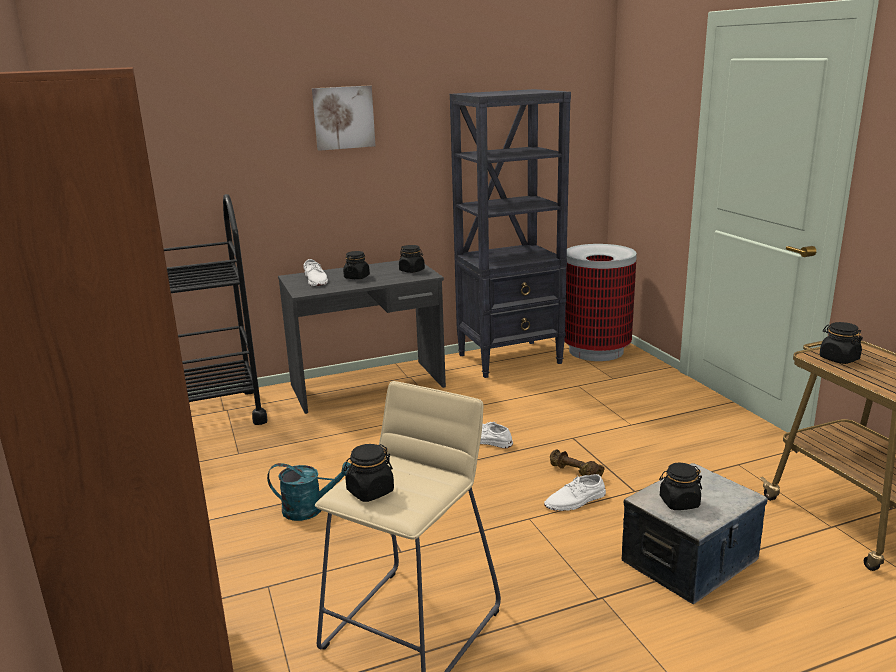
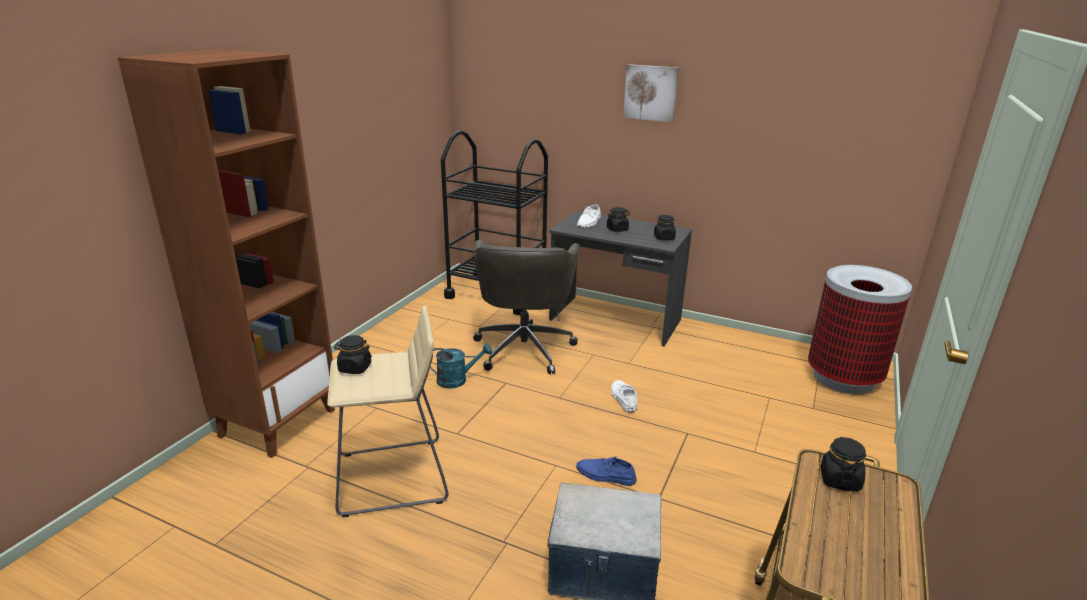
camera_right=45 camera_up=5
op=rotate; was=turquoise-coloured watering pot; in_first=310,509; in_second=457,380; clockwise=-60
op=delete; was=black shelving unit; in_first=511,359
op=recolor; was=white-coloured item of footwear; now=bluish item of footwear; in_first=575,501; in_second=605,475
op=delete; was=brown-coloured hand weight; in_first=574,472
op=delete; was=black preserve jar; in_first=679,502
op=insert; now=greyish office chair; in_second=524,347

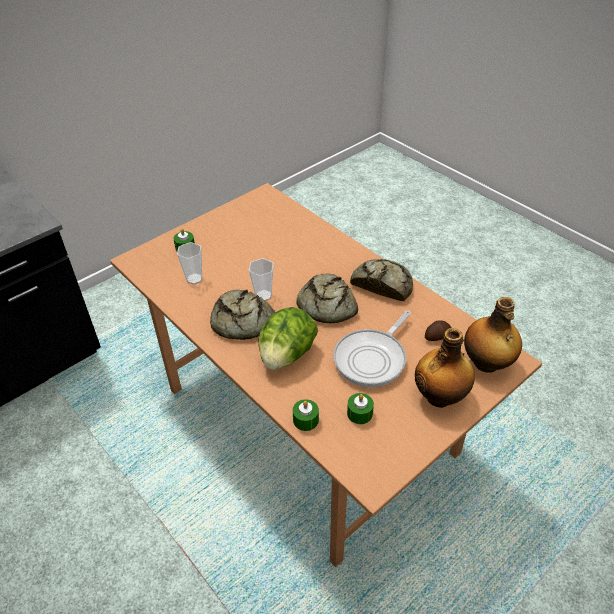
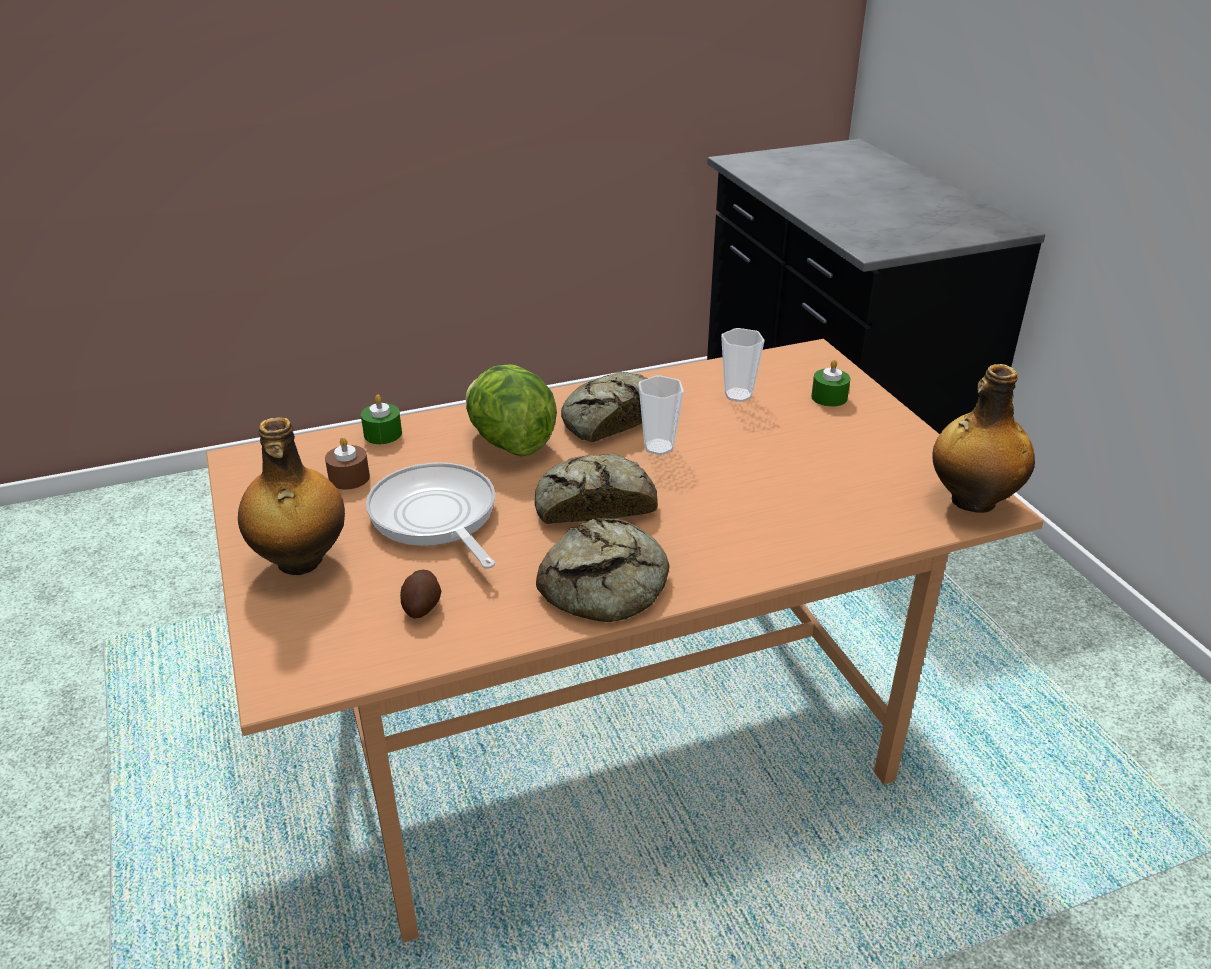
camera_right=110 camera_up=-10
op=recolor; was=greenish wax candle; now=brown-coloured wax candle; in_first=359,413; in_second=349,478
op=move; was=beverage bottle; in_first=486,364; in_second=971,501

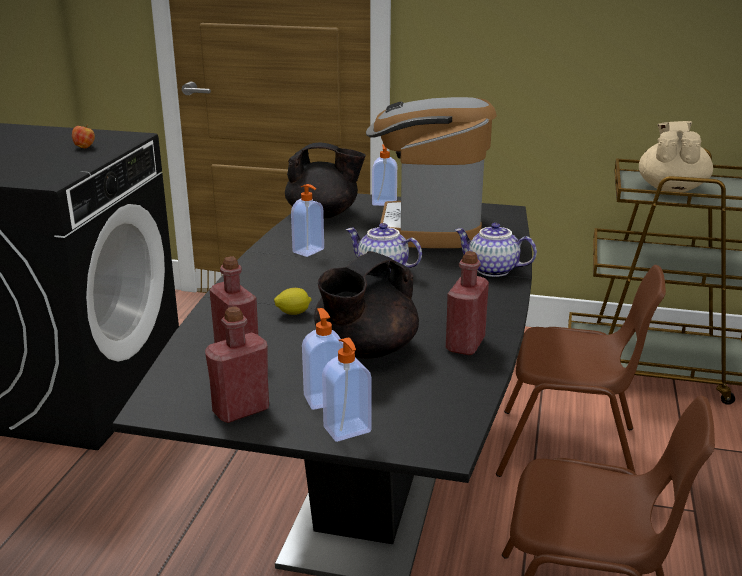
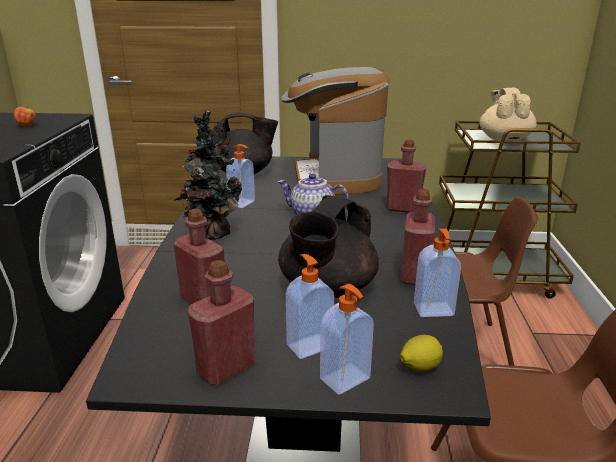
camera_right=-10 camera_up=0
op=move; was=citrus fruit; in_first=293,313; in_second=419,367
op=move; was=liquid soap bottle; in_first=384,203; in_second=434,310
op=replace; was=pot for tea; now=red beverage bottle; in_first=492,270; in_second=403,208
op=insert; now=houseplant; in_second=211,234

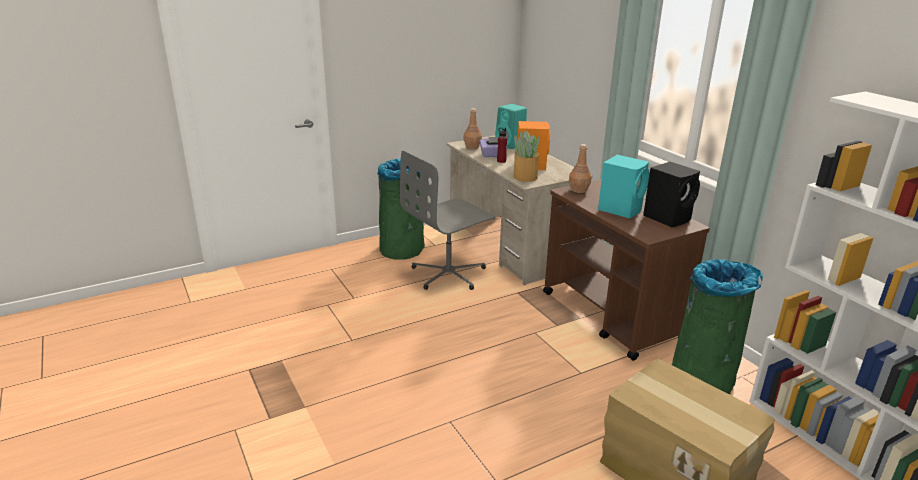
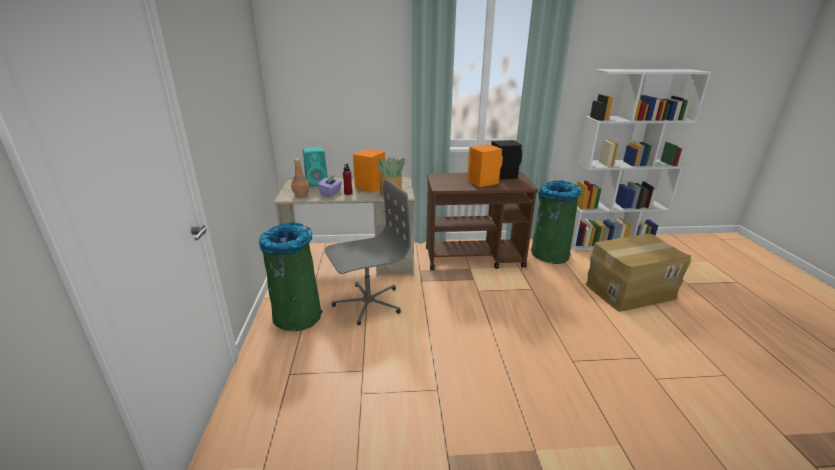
camera_right=-65 camera_up=0
op=rotate; was=greyish office chair; in_first=449,274; in_second=368,303; clockwise=-105
op=delete; was=brown-coloured beverage bottle; in_first=578,190
op=recolor; was=turquoise-coloured loudspeaker; now=orange-coloured loudspeaker; in_first=621,209; in_second=482,182

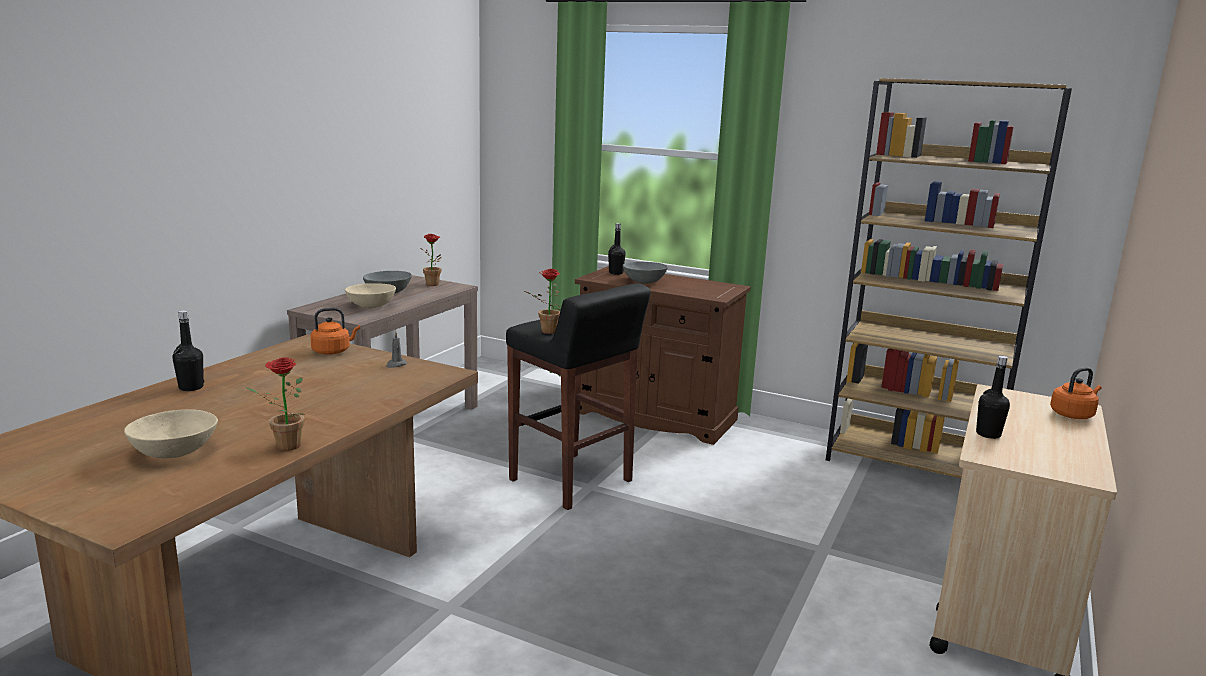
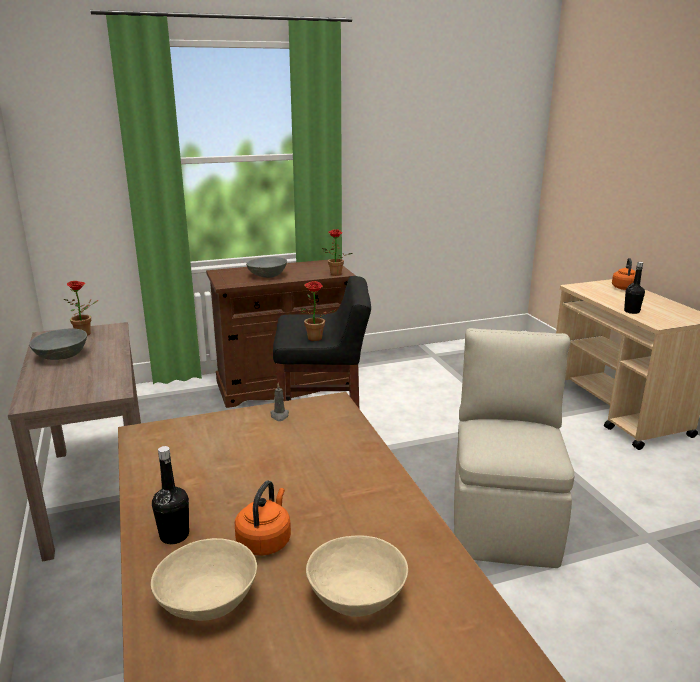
camera_right=-45 camera_up=5
op=move; was=houseplant; in_first=283,446; in_second=334,275
op=move; was=orange-coloured tea kettle; in_first=333,351; in_second=265,541
op=move; was=sand-coloured deep dish; in_first=371,305; in_second=209,599
op=delete; was=black beverage bottle; in_first=616,273
op=delete; was=brown-coloured shelving unit; in_first=912,463
op=insert; now=sand-coloured chair; in_second=503,519

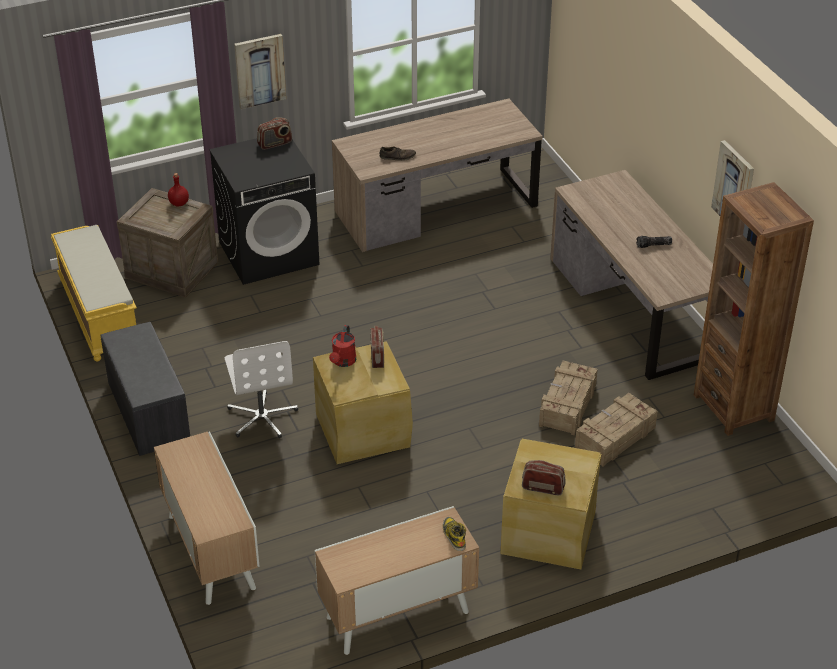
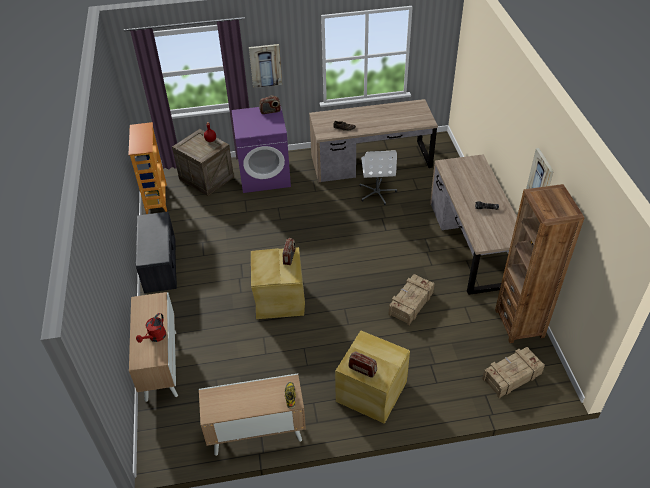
camera_right=15 camera_up=5
op=replace; was=yellowish bench; now=shelving unit; in_first=98,313; in_second=156,199
op=recolor; was=black laundry machine; now=purple-coloured laundry machine; in_first=269,253; in_second=265,175
op=move; was=white-coloured office chair; in_first=262,416; in_second=377,192
op=move; was=red watering pot; in_first=343,362; in_second=155,337
op=move; was=packing crate; in_first=614,437; in_second=511,376

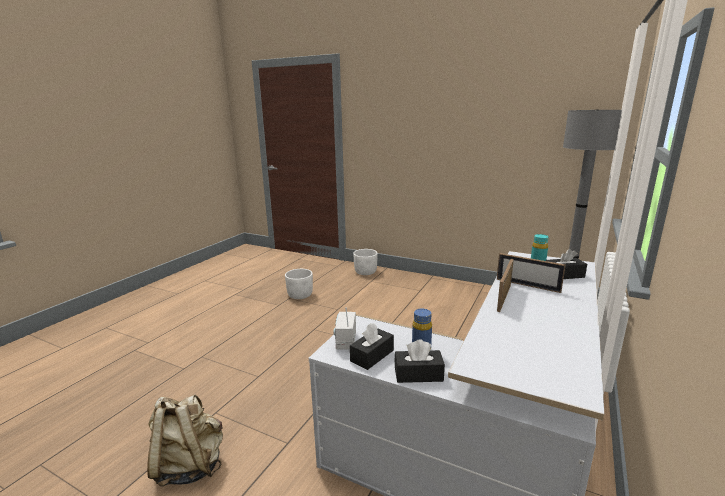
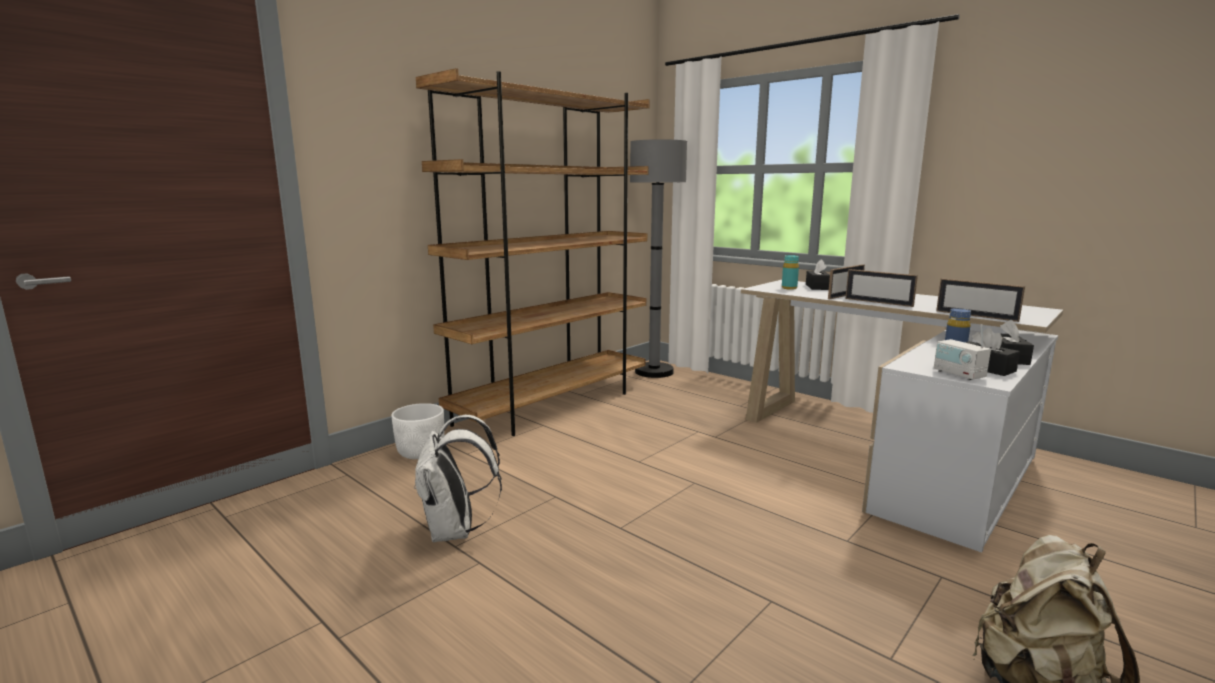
camera_right=-75 camera_up=-5
op=replace; was=white-coloured plant pot; now=white-coloured rucksack; in_first=300,295; in_second=455,531
op=rotate; was=radio receiver; in_first=345,341; in_second=958,374; clockwise=45
op=insert; now=brown-coloured shelving unit; in_second=553,405
op=insert; now=photo frame; in_second=976,316

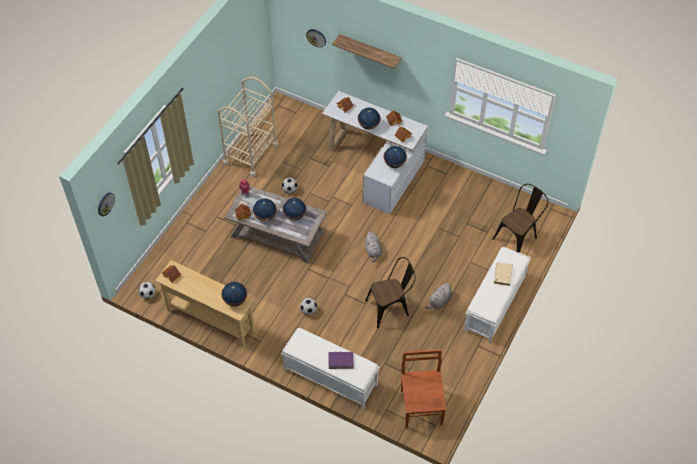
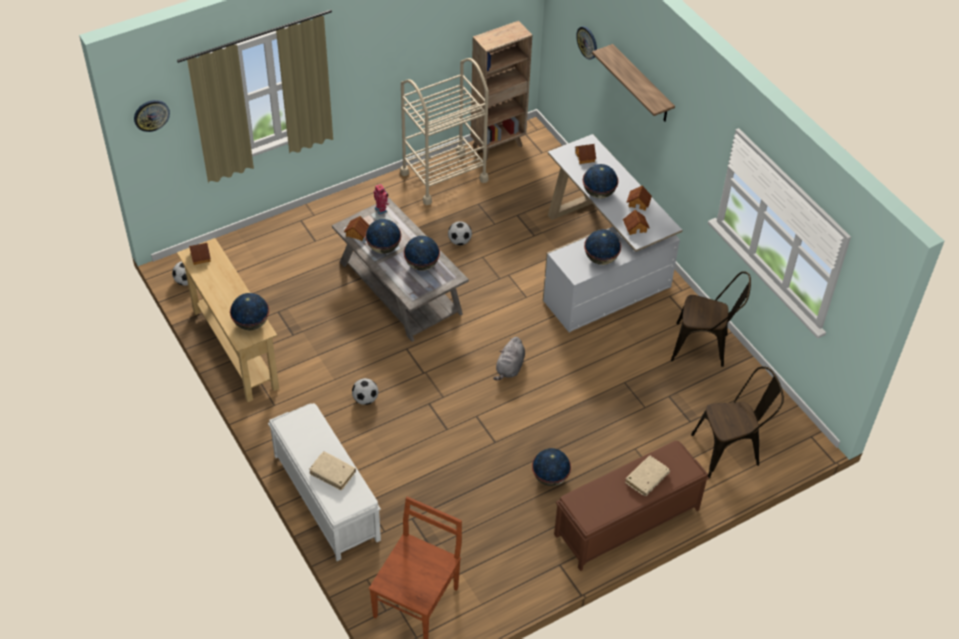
camera_right=30 camera_up=-5
op=recolor; was=purple-coloured book; now=sand-coloured book; in_first=341,361; in_second=332,473
op=move; was=brown-coloured chair; in_first=390,308; in_second=705,346
op=replace; was=greyish cuddly toy; now=desk globe; in_first=439,301; in_second=550,478
op=recolor; was=white-coloured bench; now=brown-coloured bench; in_first=494,304; in_second=626,522
op=insert; now=brown-coloured shelving unit; in_second=498,145

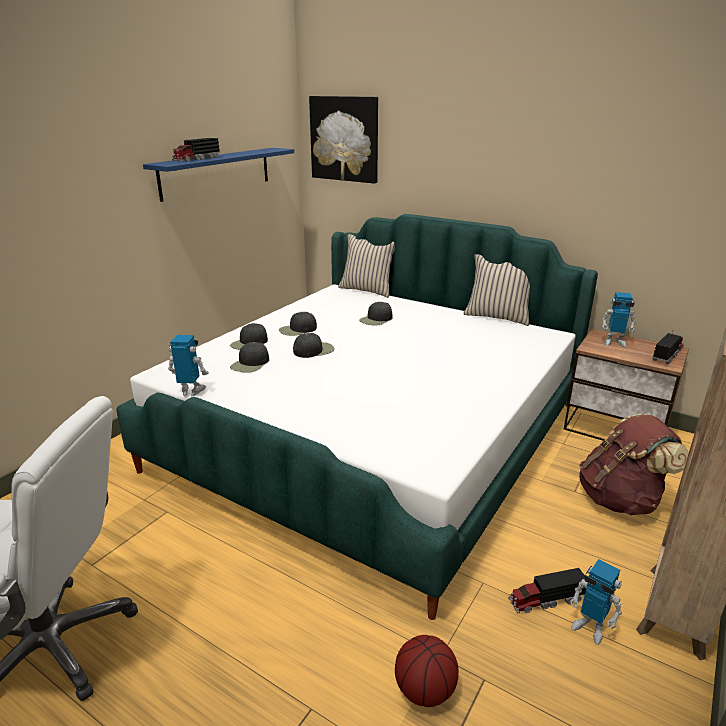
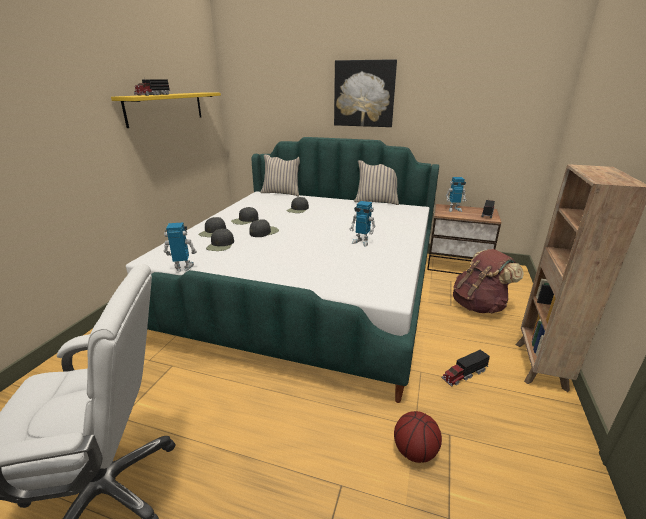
camera_right=-15 camera_up=0
op=recolor; was=bluish wall shelf; now=yellowish wall shelf; in_first=216,172; in_second=166,108
op=move; was=picture; in_first=344,139; in_second=364,94
op=move; was=model robot; in_first=590,627; in_second=361,242

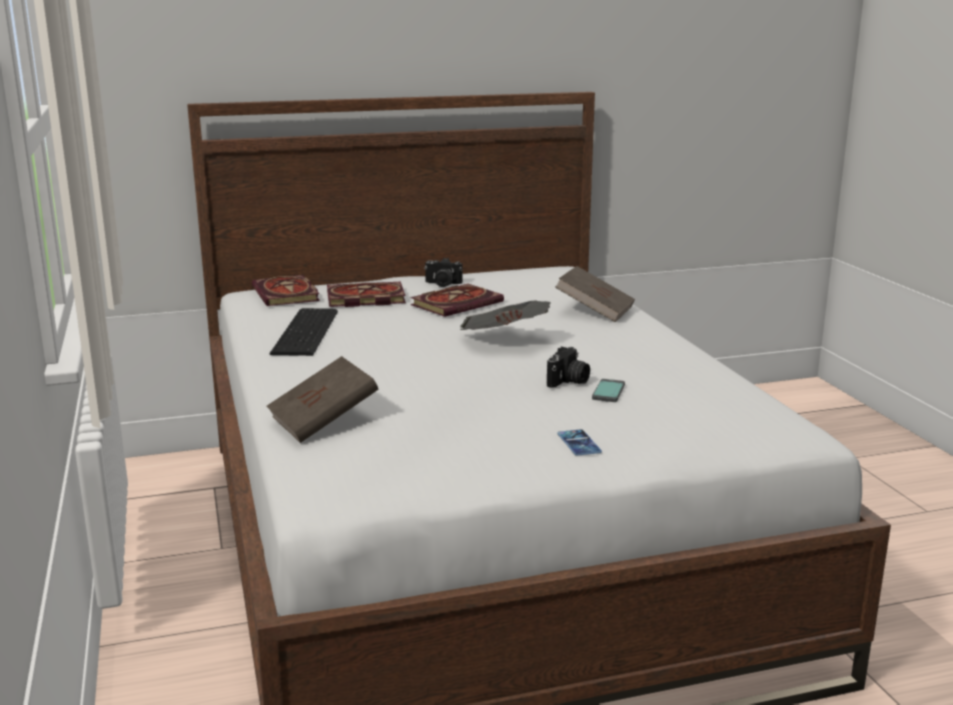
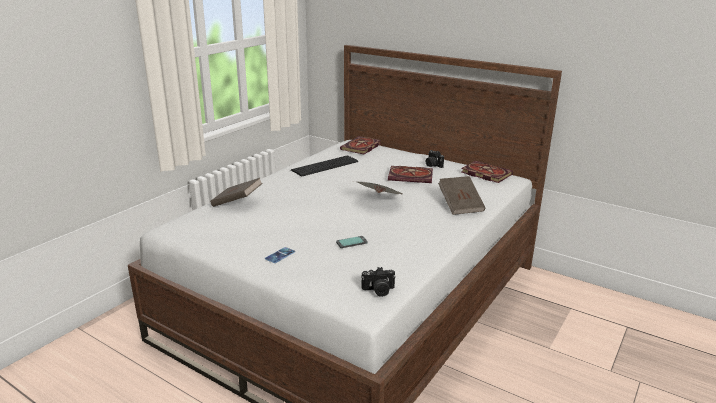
camera_right=50 camera_up=5
op=move; was=book; in_first=363,298; in_second=485,173
op=move; was=photo camera; in_first=568,381; in_second=378,291

